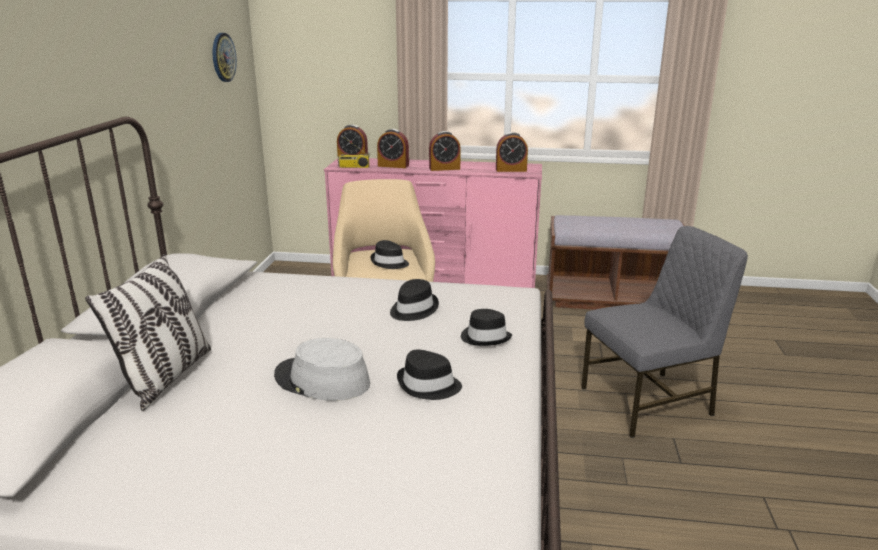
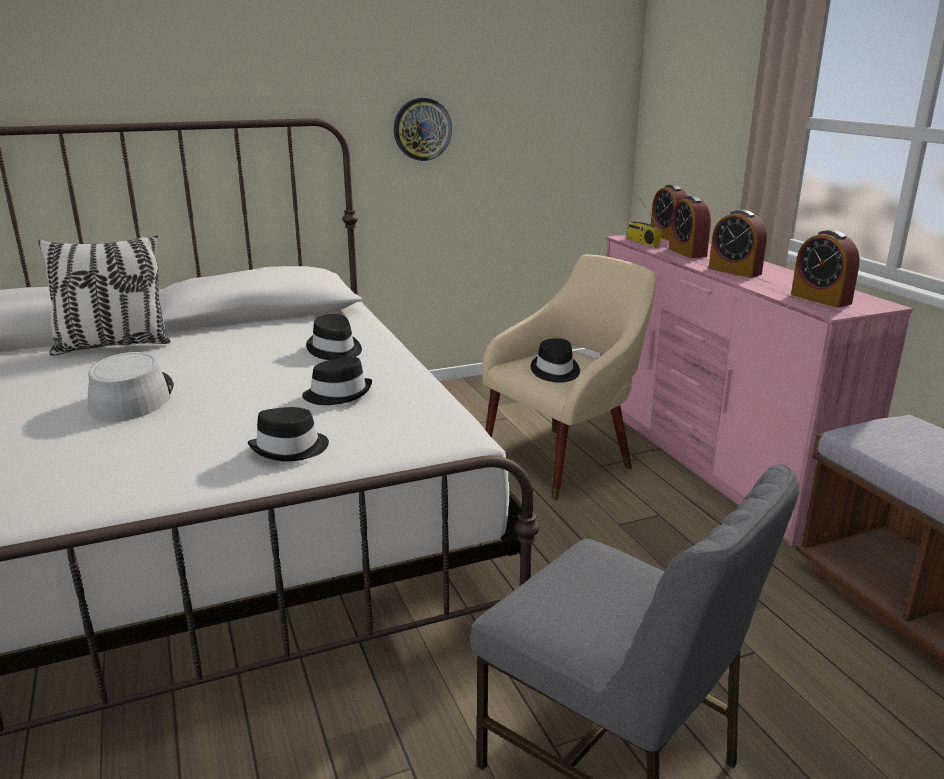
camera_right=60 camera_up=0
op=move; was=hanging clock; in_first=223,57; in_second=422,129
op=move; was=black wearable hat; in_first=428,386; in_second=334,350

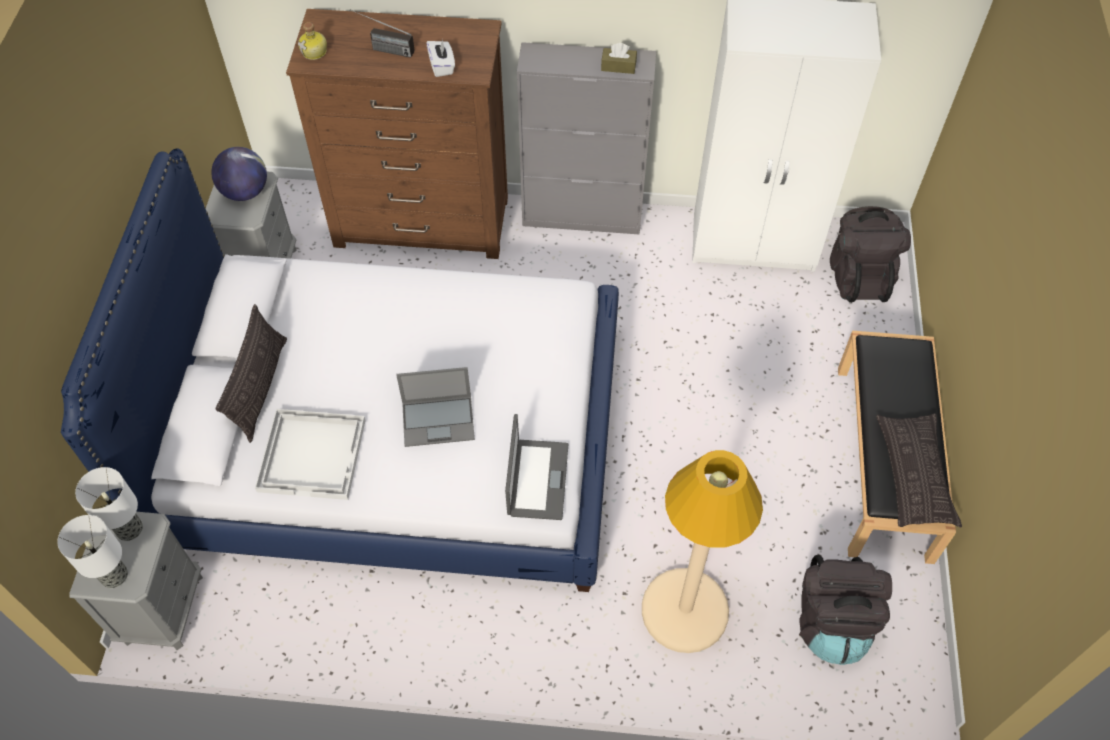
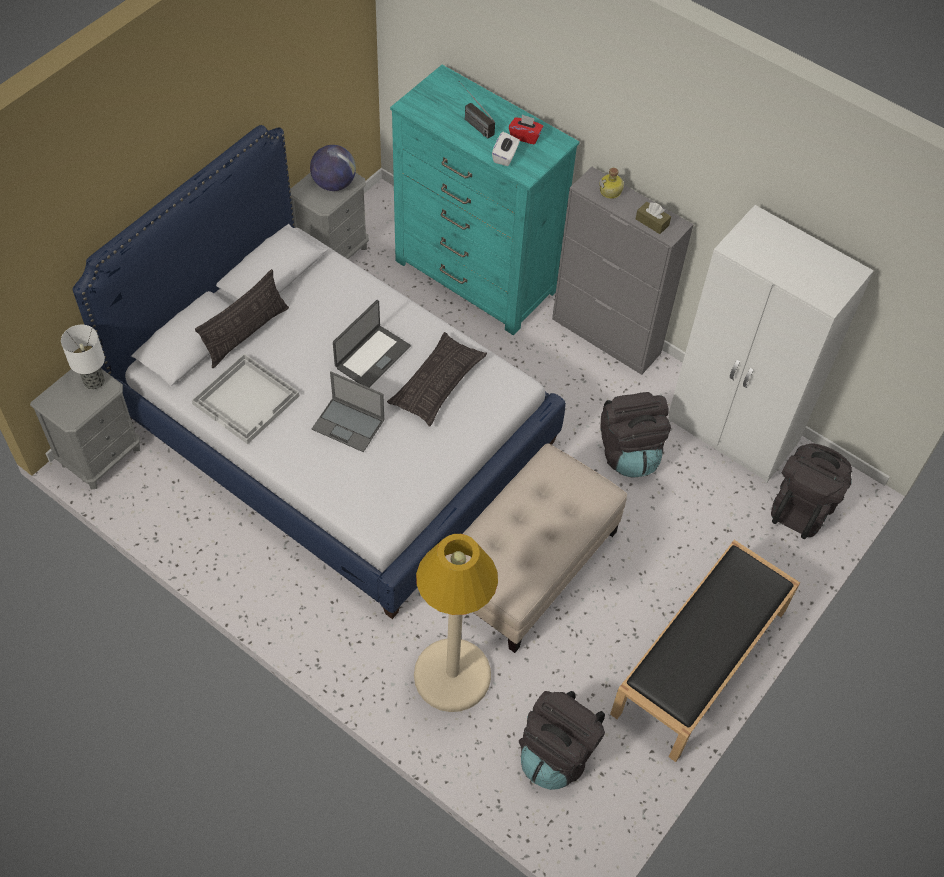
camera_right=30 camera_up=0
op=delete; was=lamp for a table; in_first=114,576
op=recolor; was=brown-coloured dresser; now=turquoise-coloured dresser; in_first=422,223; in_second=476,276
op=move; was=beverage bottle; in_first=315,52; in_second=611,192
op=move; was=portable computer; in_first=536,479; in_second=372,356
op=move; was=throw pillow; in_first=914,474; in_second=437,383
op=insert; now=sand-coloured pouffe; in_second=528,563
op=insert; now=red tissue holder; in_second=525,136
op=insert; now=black rucksack; in_second=629,451

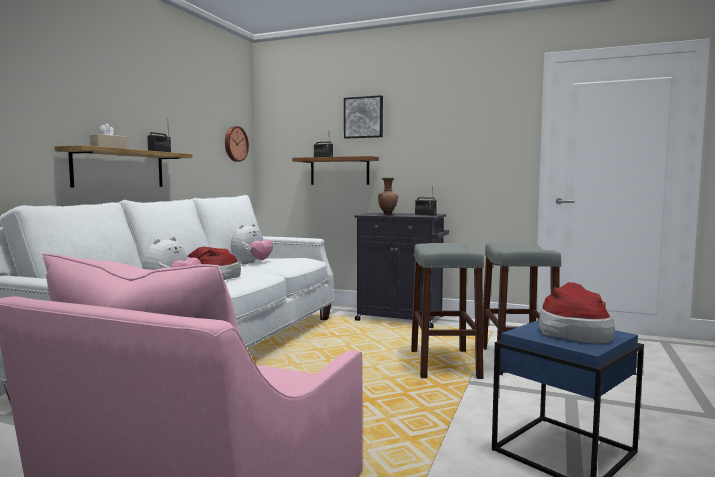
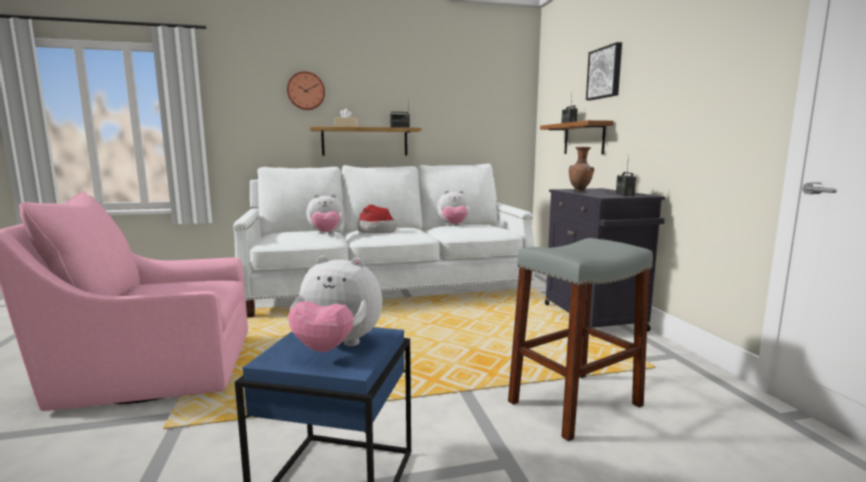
camera_right=55 camera_up=5
op=move; was=hanging clock; in_first=235,144; in_second=306,91
op=delete; was=greyish stool seat; in_first=444,364
op=replace; was=wearable hat; now=cuddly toy; in_first=574,332; in_second=337,348

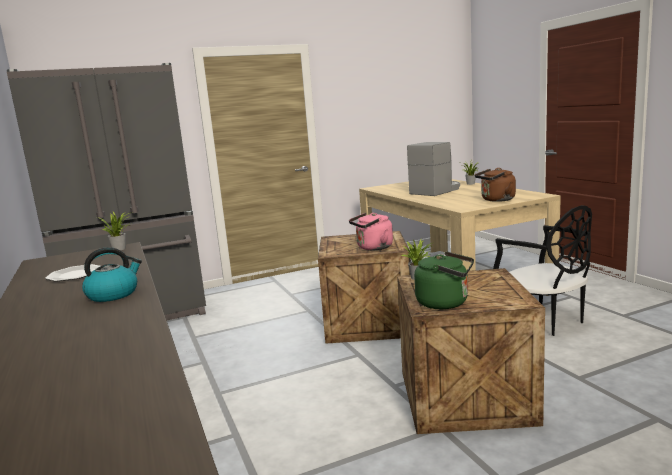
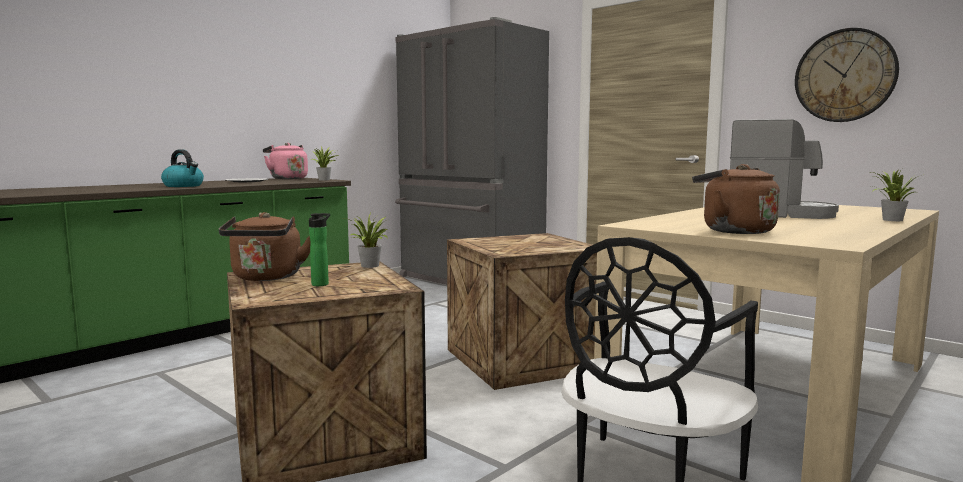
camera_right=65 camera_up=-5
op=move; was=pink-coloured tea kettle; in_first=373,248; in_second=287,178
op=recolor; was=greenish tea kettle; now=brown-coloured tea kettle; in_first=445,303; in_second=266,278
op=insert; now=beverage bottle; in_second=321,284
op=insert; now=hanging clock; in_second=845,75

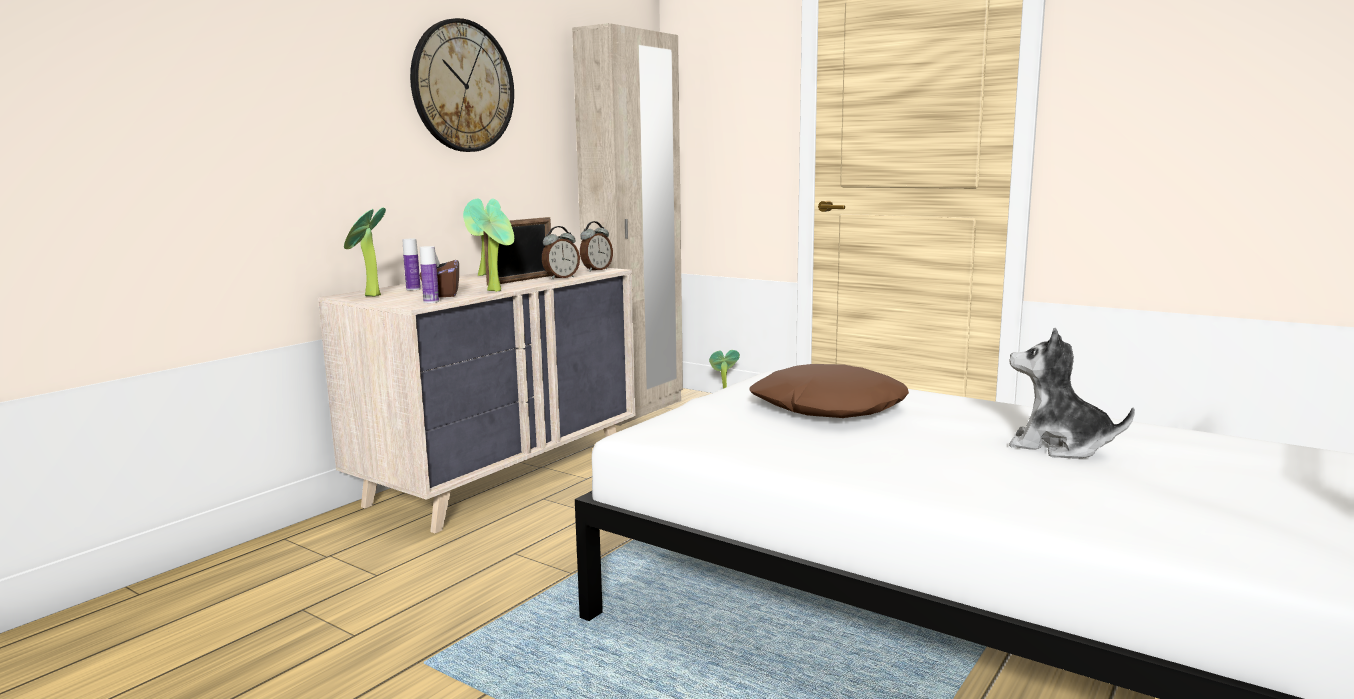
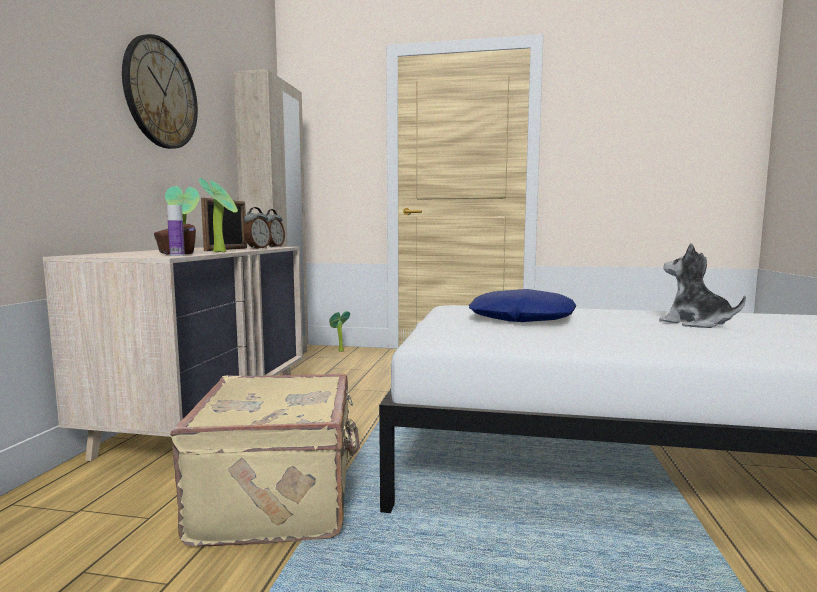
camera_right=-25 camera_up=-5
op=delete; was=houseplant; in_first=369,296
op=delete; was=beverage bottle; in_first=413,289
op=recolor; was=brown-coloured throw pillow; now=bluish throw pillow; in_first=827,407; in_second=521,318
op=rotate; was=cuddly toy; in_first=1058,447; in_second=695,323; clockwise=45
op=insert; now=sand-coloured travel case; in_second=280,499

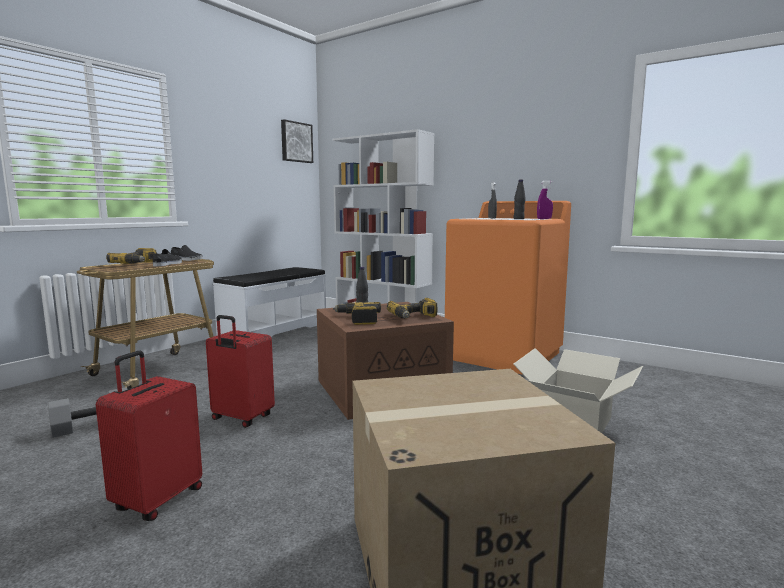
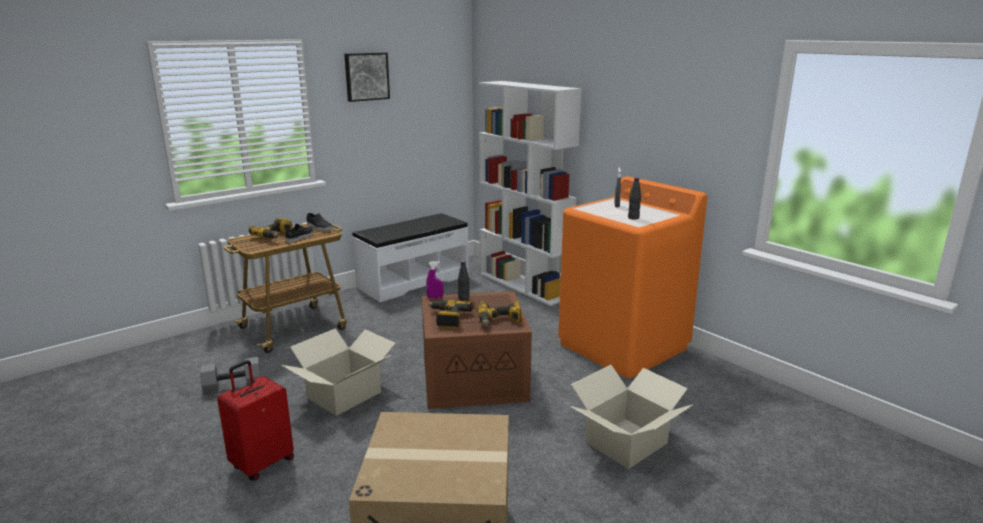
camera_right=15 camera_up=10
op=replace; was=red travel case; now=cardboard box; in_first=241,418; in_second=343,394
op=move; was=picture; in_first=296,142; in_second=366,76
op=move; was=purple-coloured hand sprayer; in_first=544,219; in_second=435,297

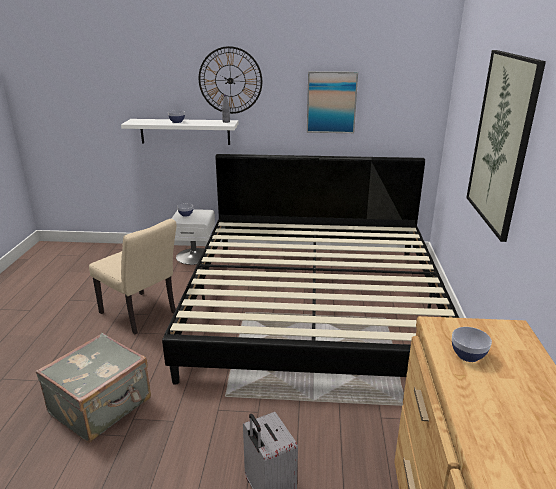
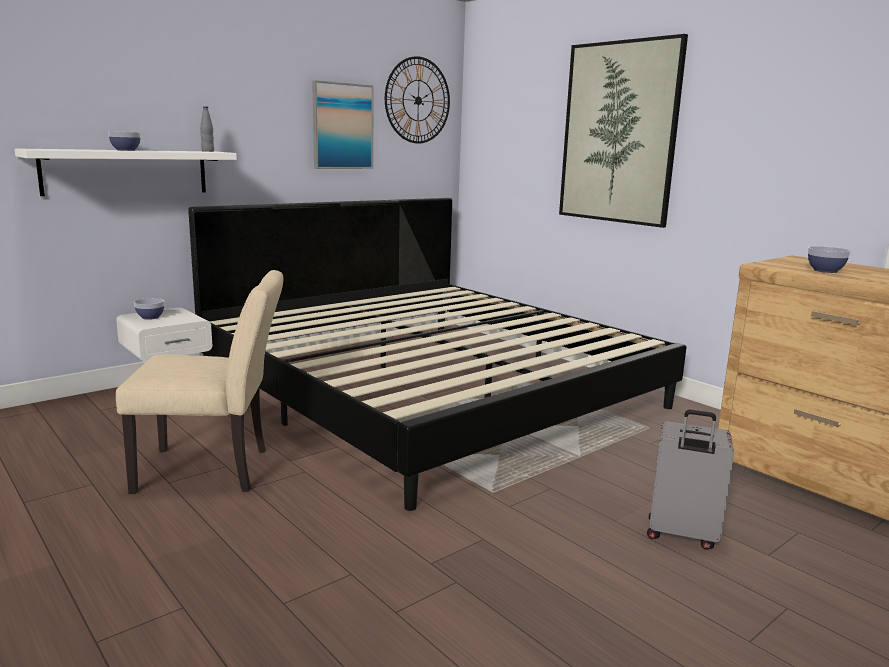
camera_right=-45 camera_up=-10
op=delete; was=greyish travel case; in_first=102,407
op=move; was=hanging clock; in_first=230,80; in_second=418,100

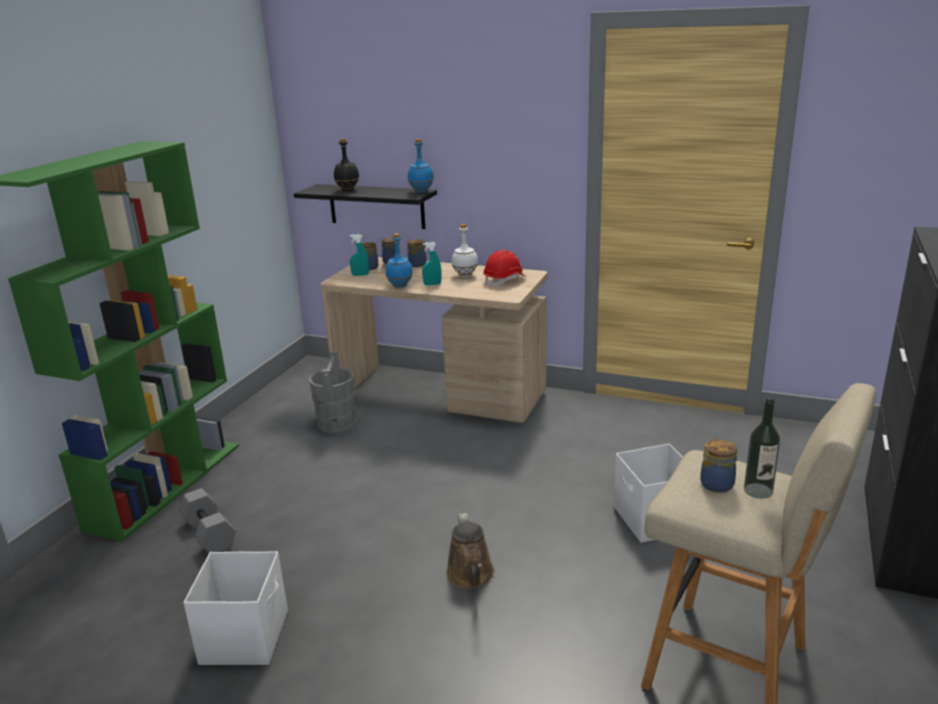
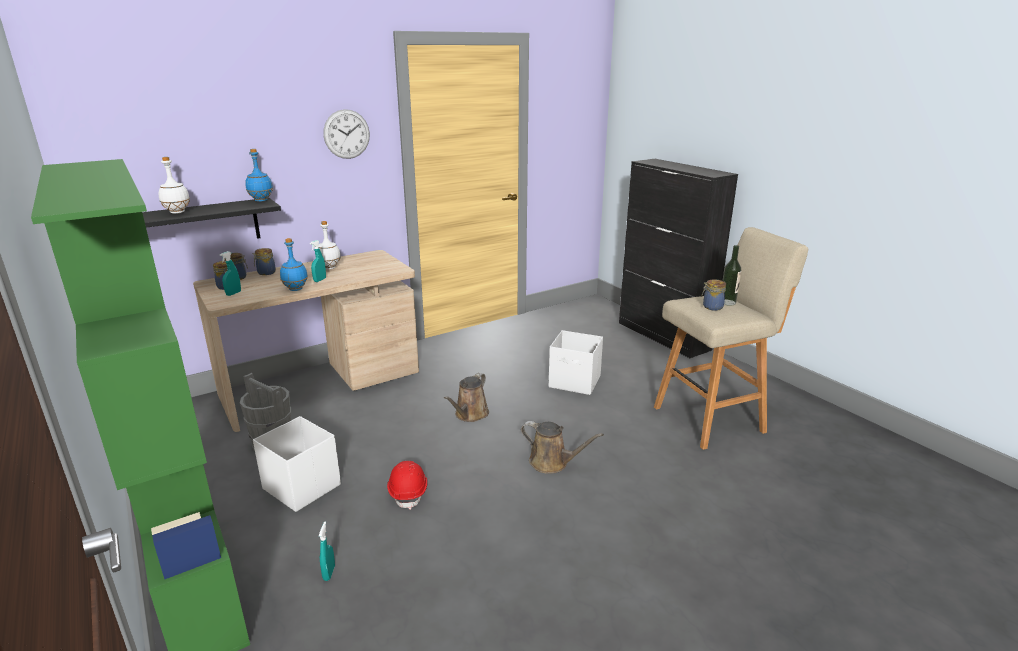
camera_right=-55 camera_up=0
op=replace; was=greyish hand weight; now=turquoise-coloured hand sprayer; in_first=210,533; in_second=329,573
op=move; was=white-coloured storage box; in_first=246,637; in_second=301,486
op=recolor; was=black beverage bottle; now=white-coloured beverage bottle; in_first=347,190; in_second=177,212
op=move; was=red hard hat; in_first=505,280; in_second=408,492
op=insert; now=hanging clock; in_second=346,134
op=insert; now=brown-coloured watering pot; in_second=470,415

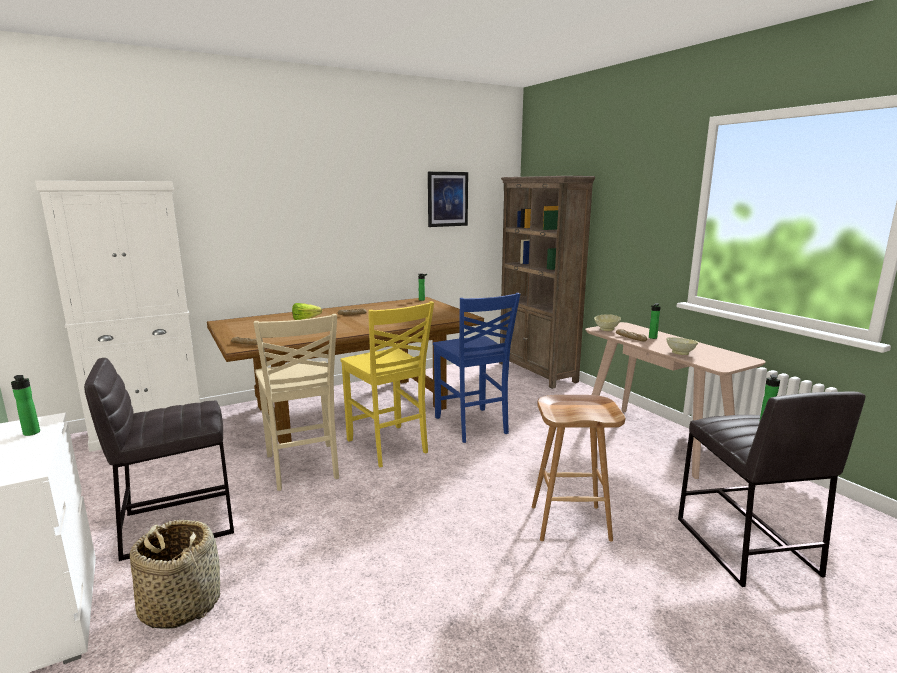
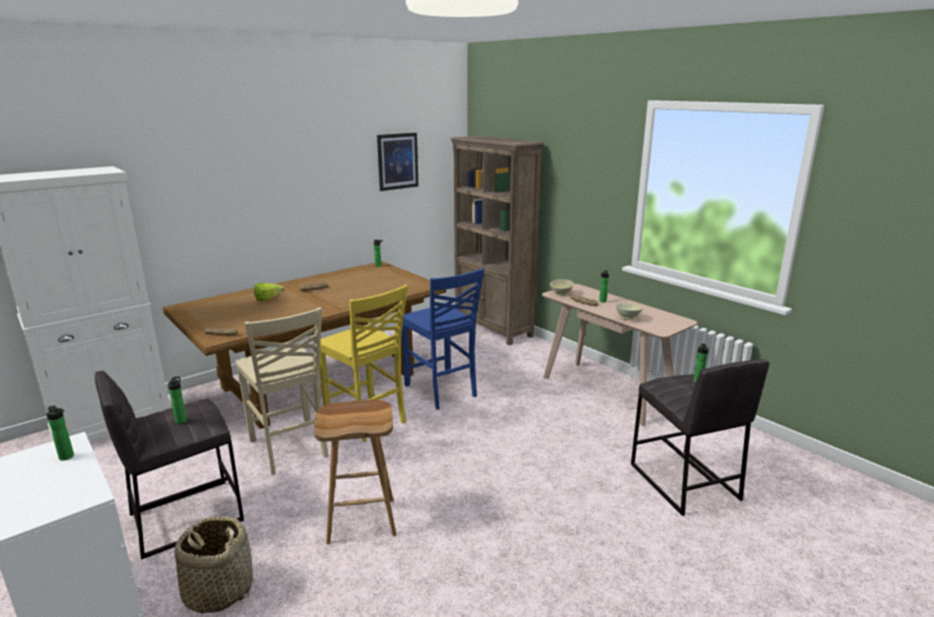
camera_right=-10 camera_up=5
op=move; was=brown-coloured stool seat; in_first=571,522; in_second=362,520
op=insert; now=beverage bottle; in_second=181,420

